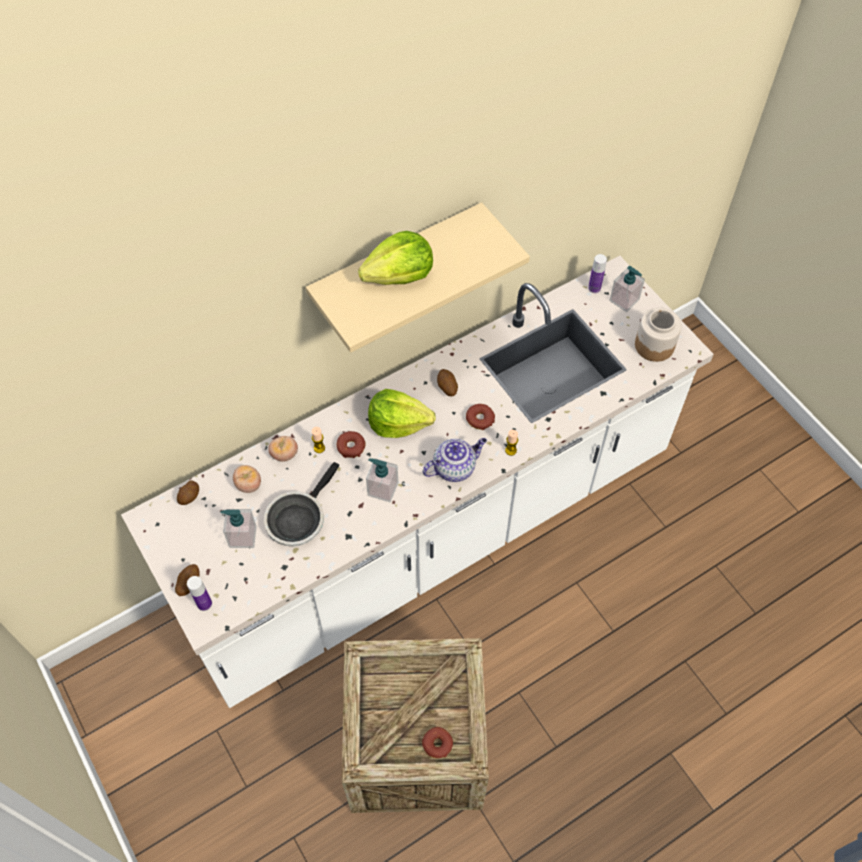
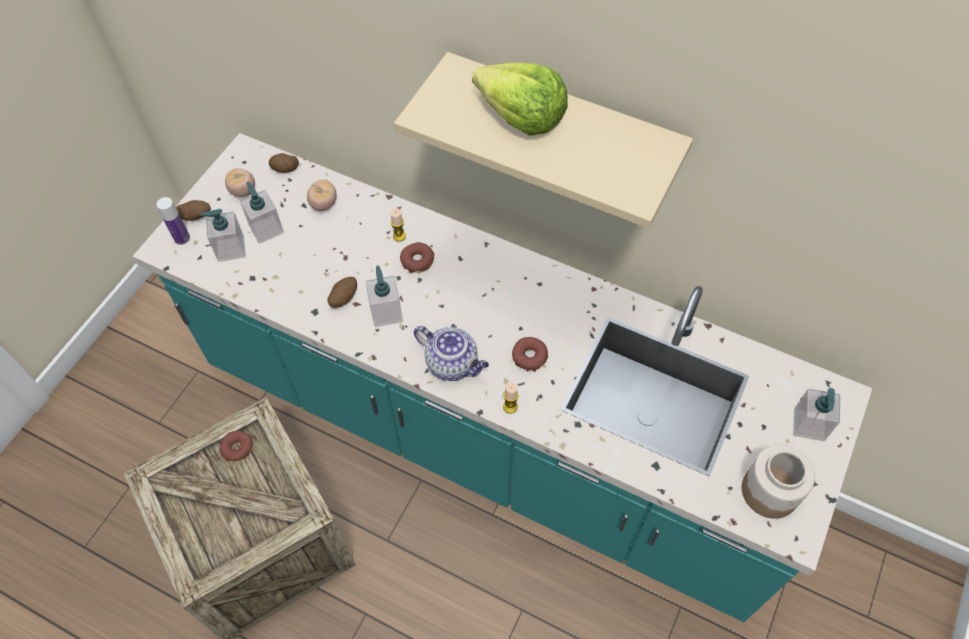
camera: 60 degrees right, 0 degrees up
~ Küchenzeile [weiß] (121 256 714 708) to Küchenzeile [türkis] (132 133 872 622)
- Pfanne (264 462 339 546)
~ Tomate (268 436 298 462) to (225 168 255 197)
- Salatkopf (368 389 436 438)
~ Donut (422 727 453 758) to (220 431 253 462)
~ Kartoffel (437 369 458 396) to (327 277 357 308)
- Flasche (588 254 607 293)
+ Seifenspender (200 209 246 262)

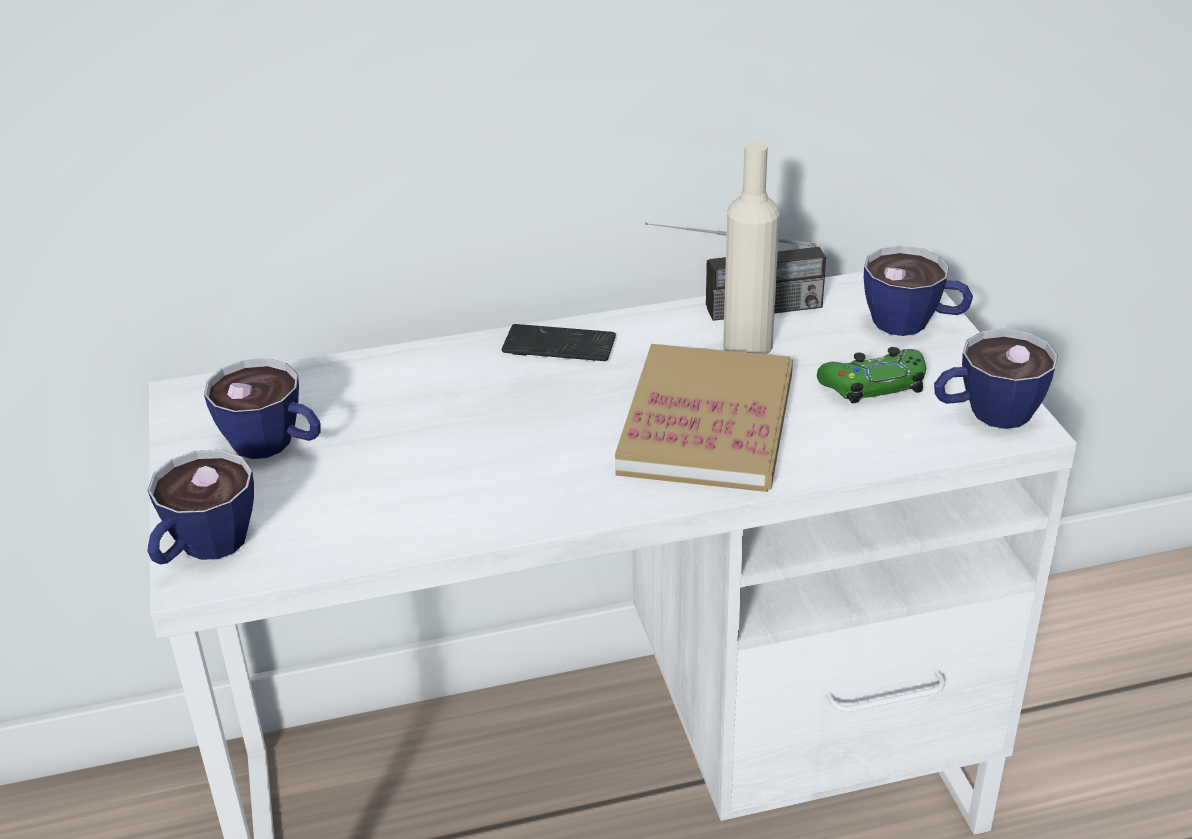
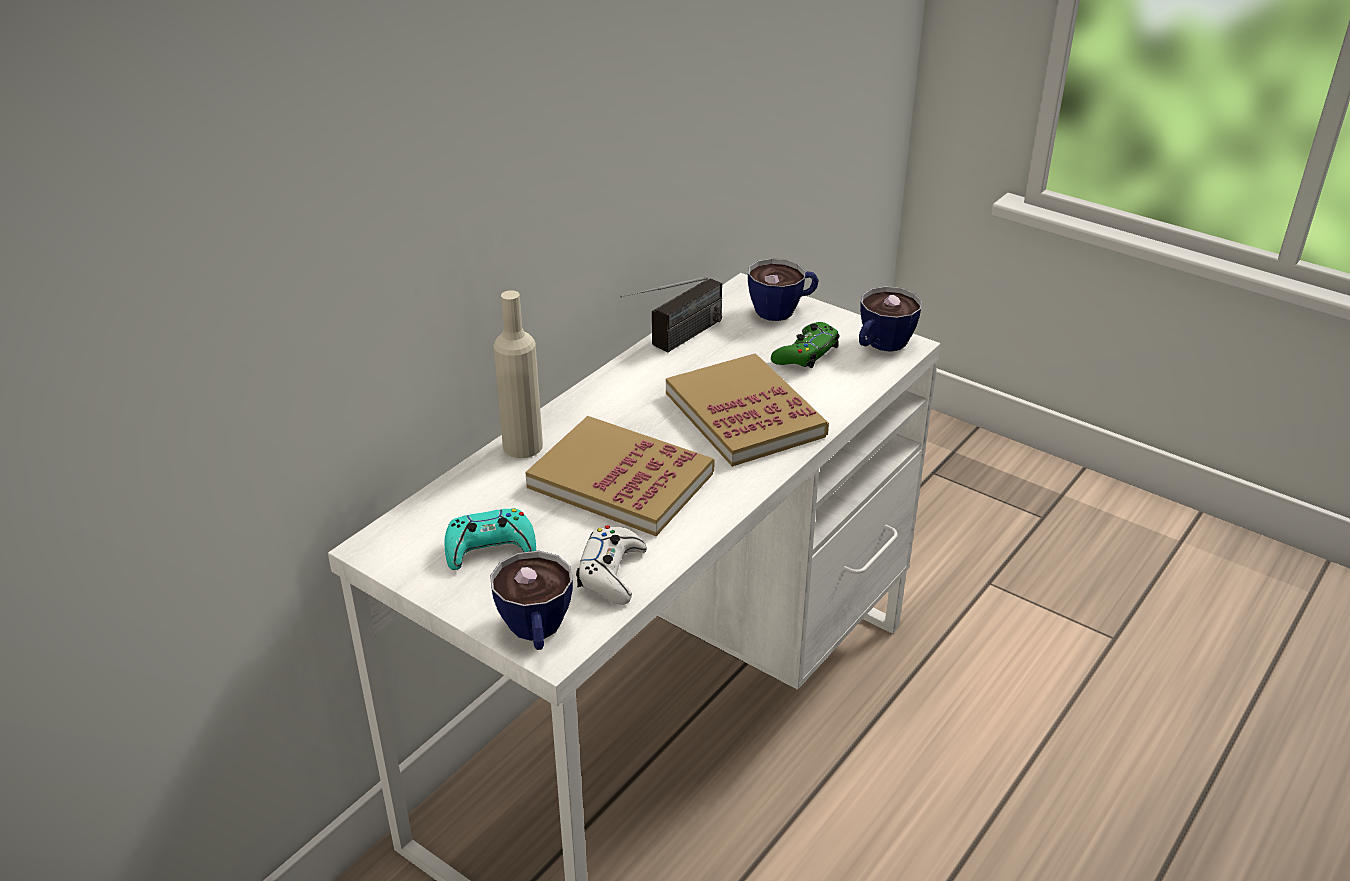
camera: 40 degrees left, 0 degrees up
~ Tasse (204 358 320 459) to Gamepad [türkis] (444 508 536 570)
- Handy (502 324 616 361)
~ Flasche [beige] (723 142 780 354) to (493 290 543 458)
+ Buch (525 416 715 536)
+ Gamepad [weiß] (576 525 647 605)

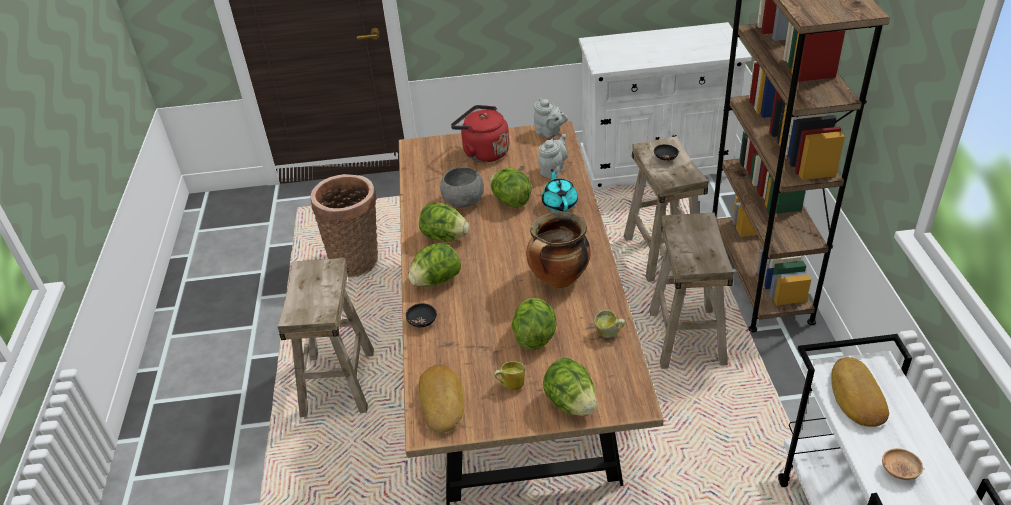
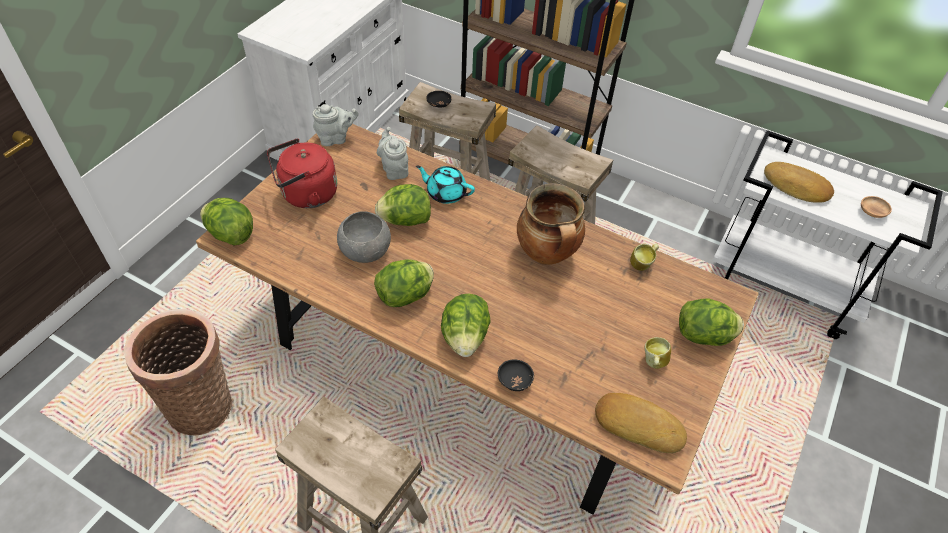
camera: 60 degrees left, 10 degrees up
~ Salatkopf (512 298 556 350) to (200 198 253 245)

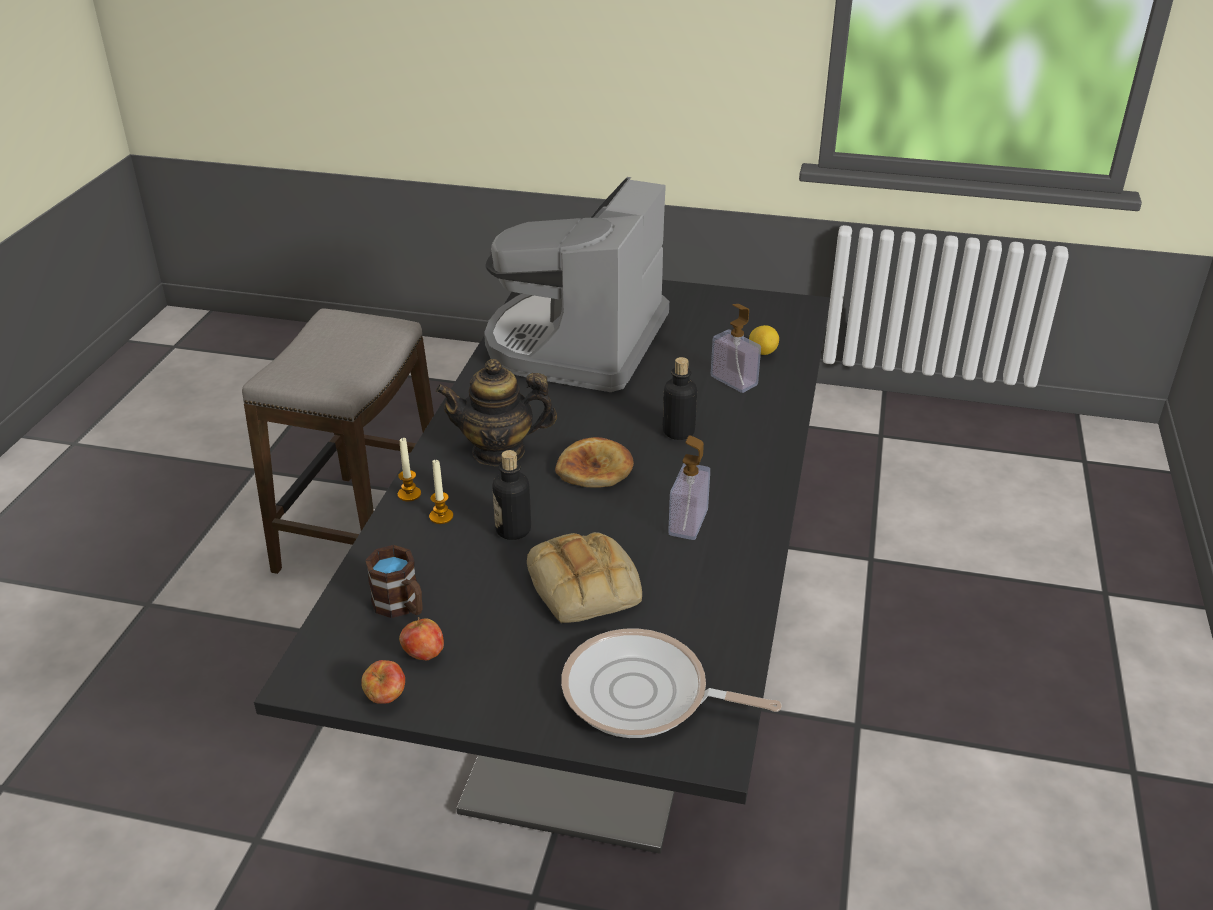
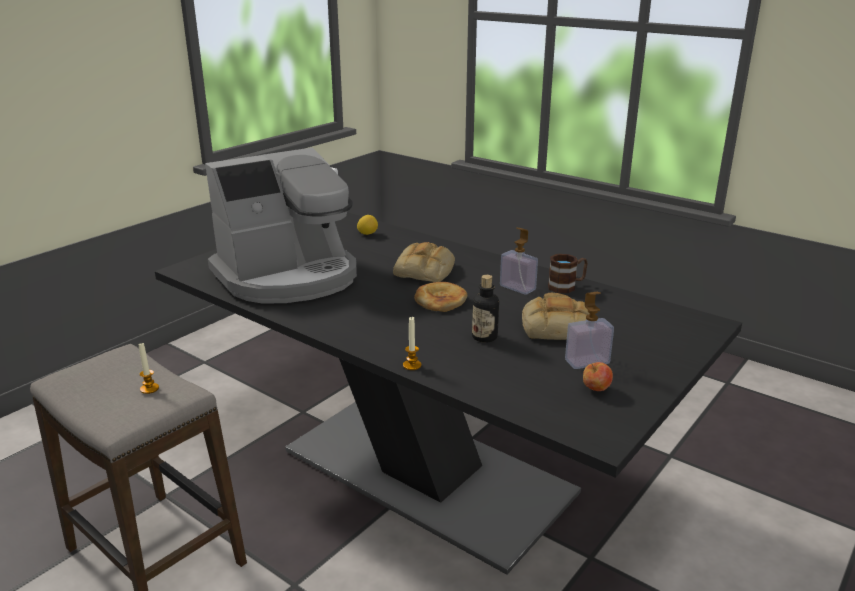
camera: 65 degrees left, 10 degrees down
- Apfel (361 660 405 704)
~ Henkelbecher [braun] (365 545 423 618) to (548 254 588 293)
~ Kerze (429 459 453 524) to (138 343 159 394)
- Teekanne (436 359 557 466)
~ Kaffeemaschine (484 177 669 392) = (205 147 357 304) 75 degrees counterclockwise
- Pfanne (561 629 782 738)
~ Flasche (663 357 697 440) to Brot (393 242 455 282)
~ Seifenspender (711 304 761 393) to (565 292 614 369)

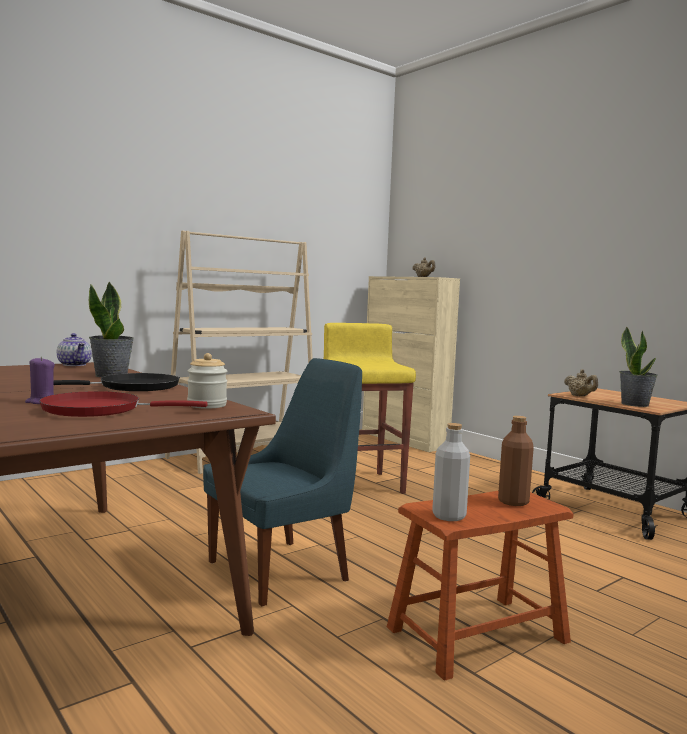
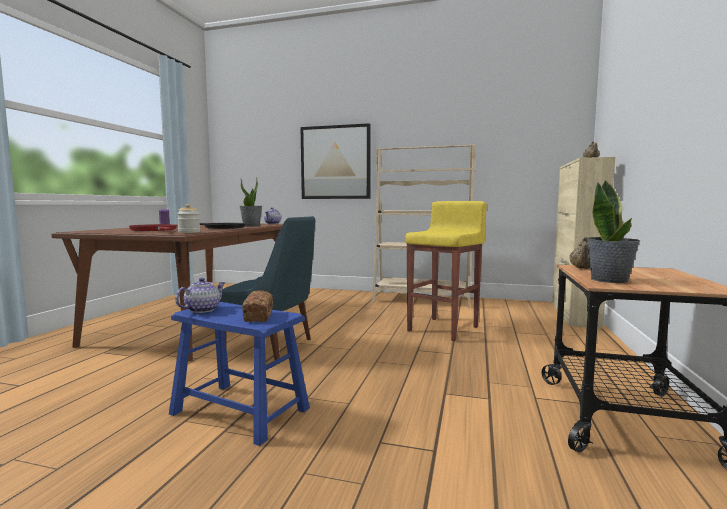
camera: 55 degrees right, 0 degrees up
~ Hocker [braun] (387 491 574 681) to Hocker [blau] (169 302 310 446)
~ Flasche [grau] (432 423 470 521) to Teekanne (175 278 226 313)
~ Flasche [braun] (498 416 534 506) to Brot (242 290 273 322)
+ Bild (301 123 371 199)

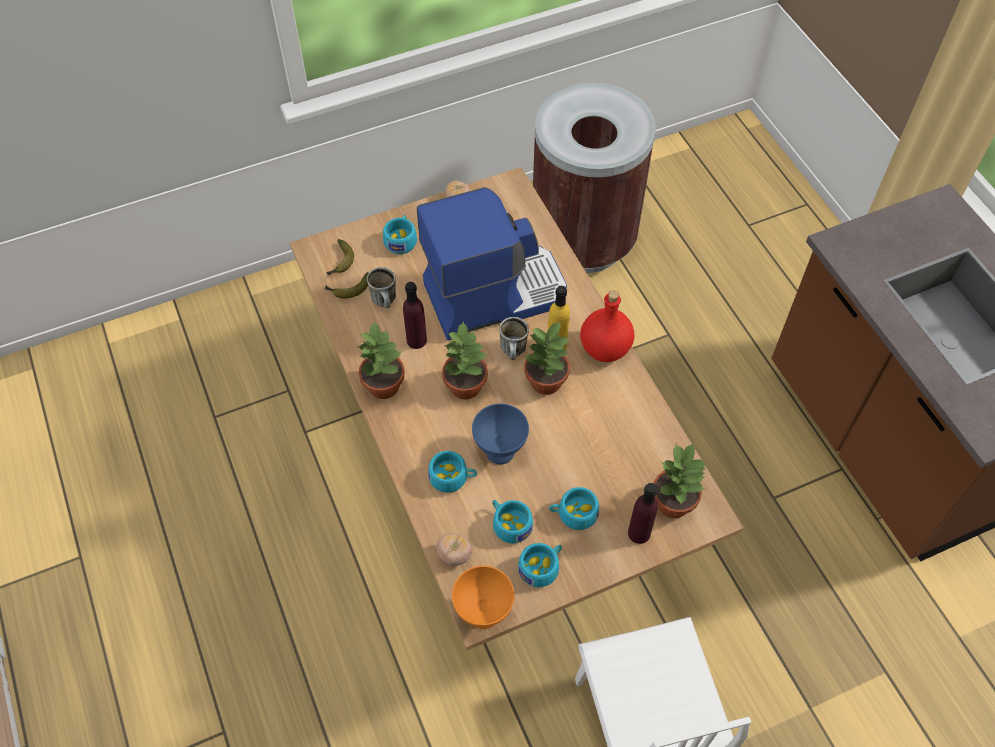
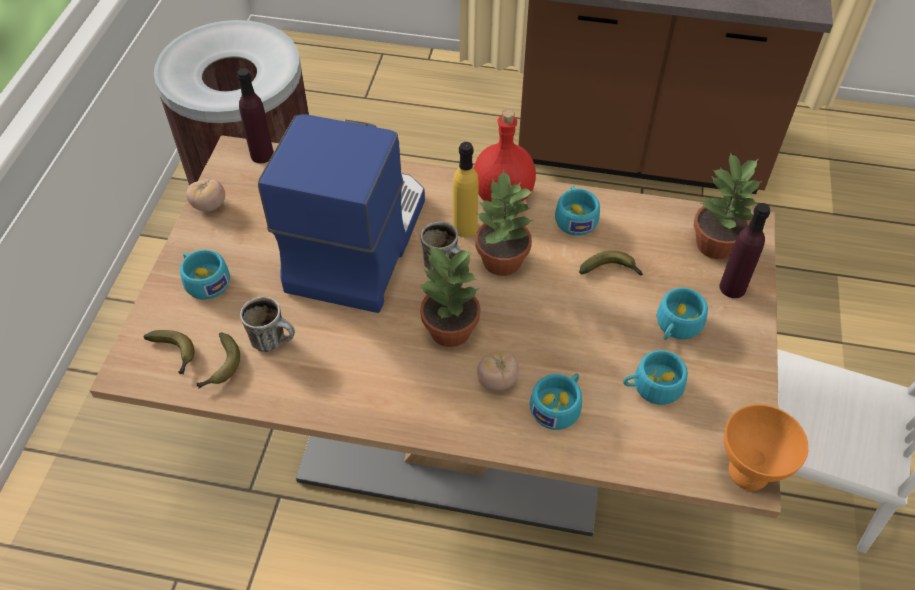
camera: 55 degrees left, 5 degrees down
- Topfpflanze (358 320 405 399)
~ Flasche [lila] (403 282 427 349) to (237 68 274 163)
~ Tomate (437 533 473 566) to (477 351 519 391)
- Schüssel [blau] (472 403 529 464)
~ Tasse [türkis] (518 543 562 587) to (555 186 600 236)
+ Banane (579 251 643 275)

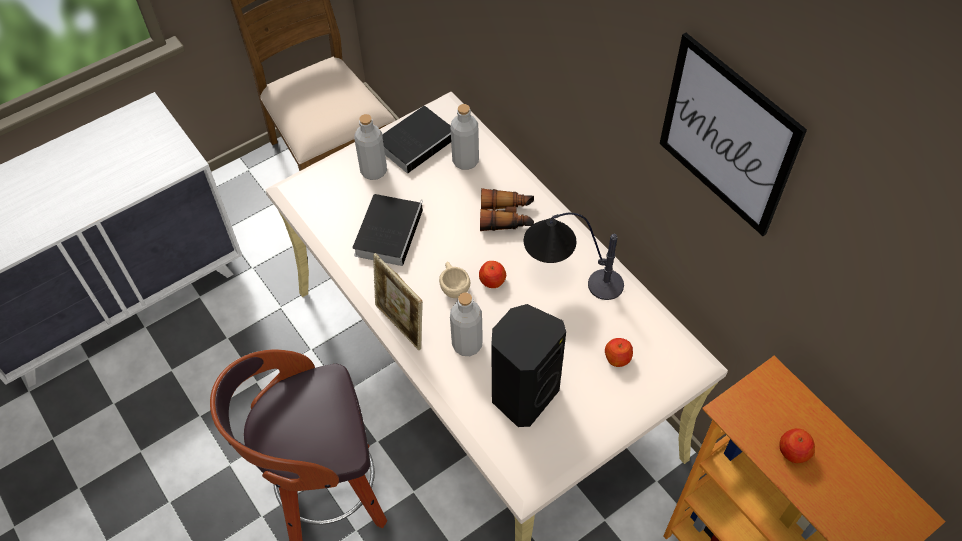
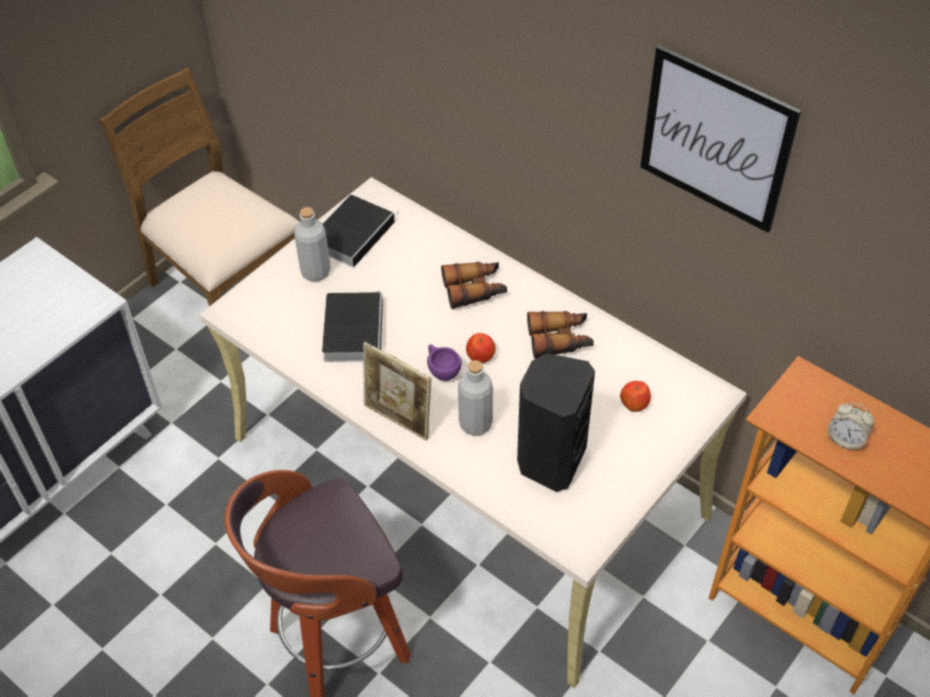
camera: 15 degrees left, 5 degrees down
~ Tasse [beige] (439 262 471 298) to Tasse [lila] (427 344 462 381)
- Flasche [grau] (451 104 479 170)
~ Tischlampe (524 212 624 300) to Fernglas (527 311 594 359)
~ Apfel (779 428 815 463) to Wecker (827 402 874 451)

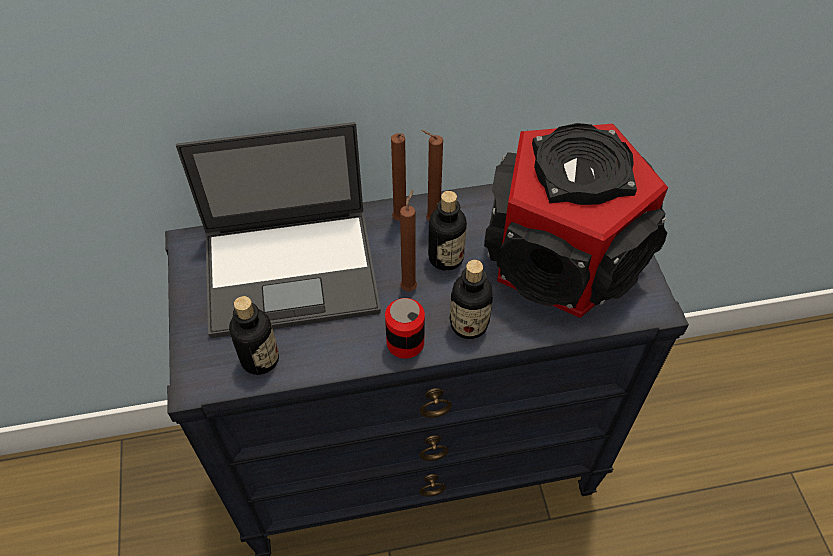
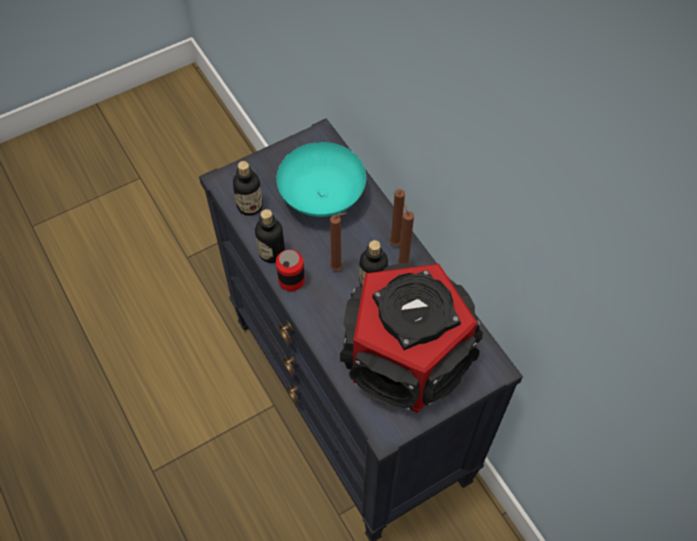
camera: 70 degrees right, 5 degrees up
~ Laptop (176 122 381 338) to Schüssel [türkis] (276 142 366 217)
~ Flasche (450 260 493 339) to (255 209 285 263)

